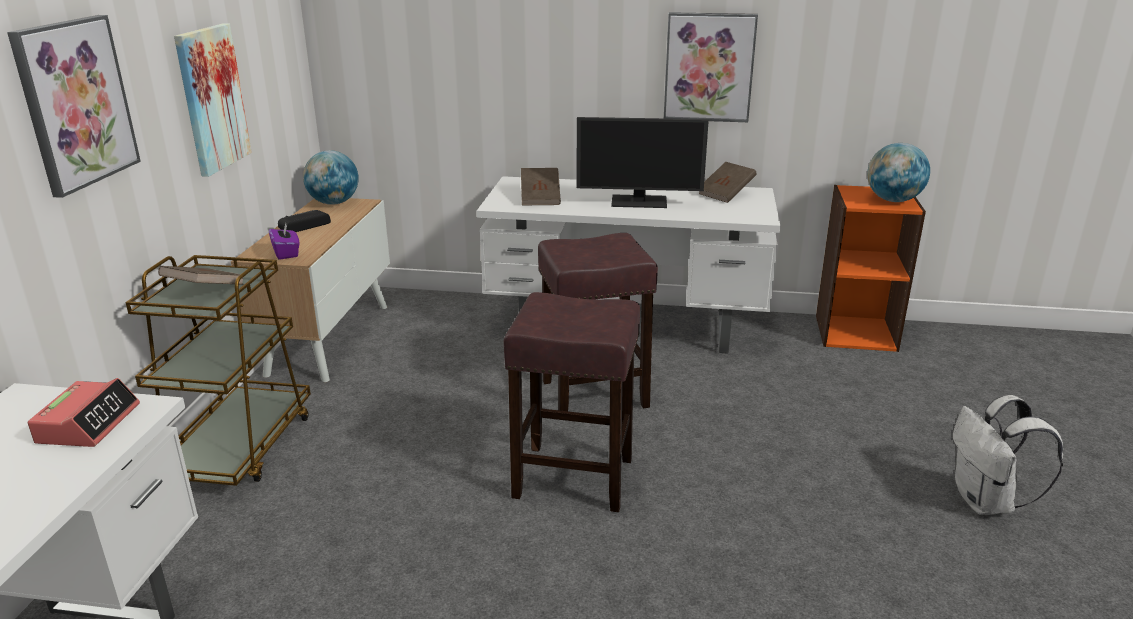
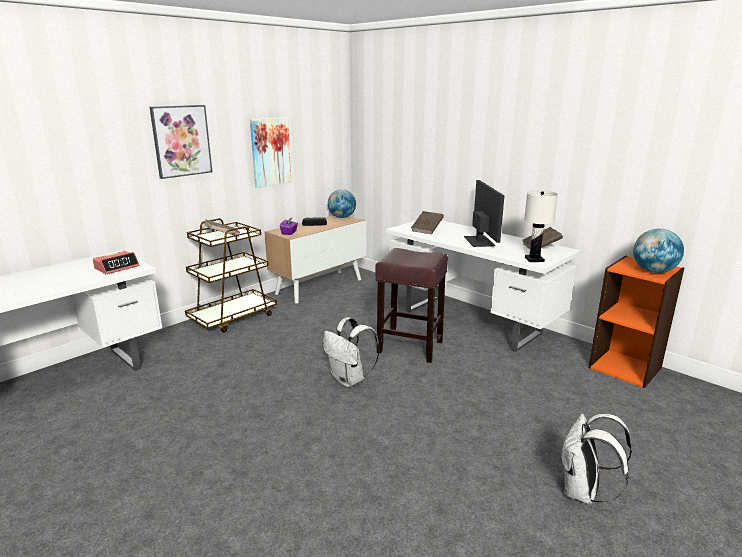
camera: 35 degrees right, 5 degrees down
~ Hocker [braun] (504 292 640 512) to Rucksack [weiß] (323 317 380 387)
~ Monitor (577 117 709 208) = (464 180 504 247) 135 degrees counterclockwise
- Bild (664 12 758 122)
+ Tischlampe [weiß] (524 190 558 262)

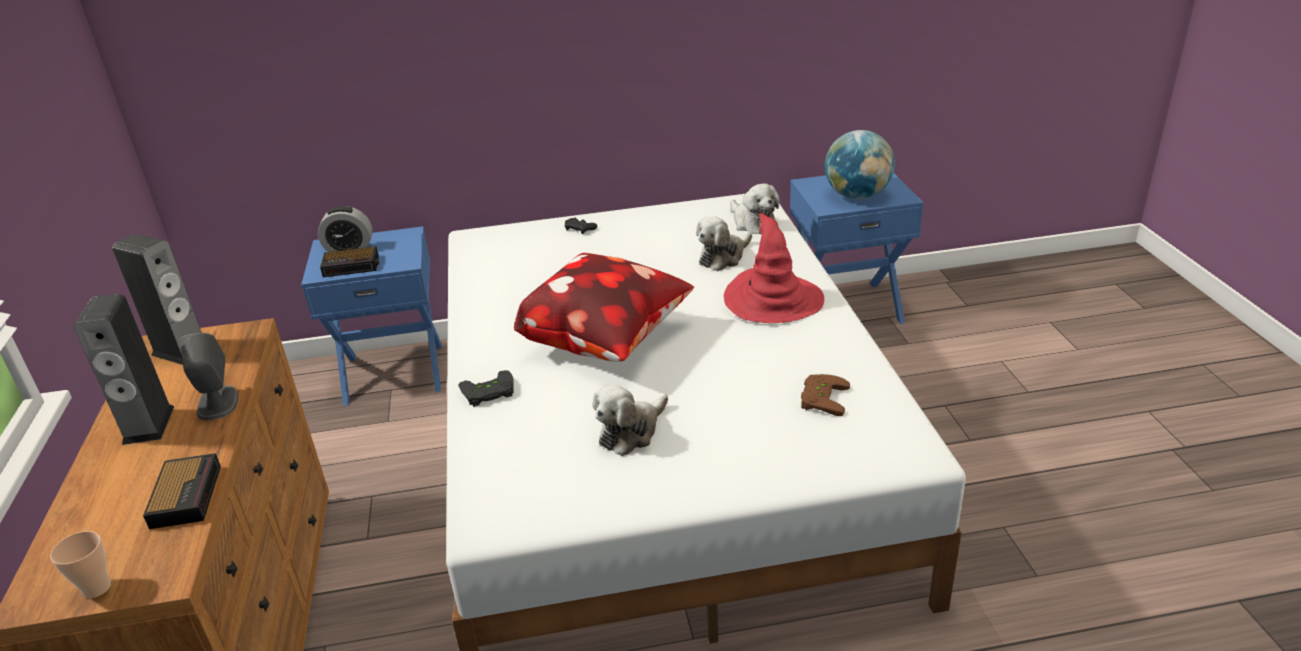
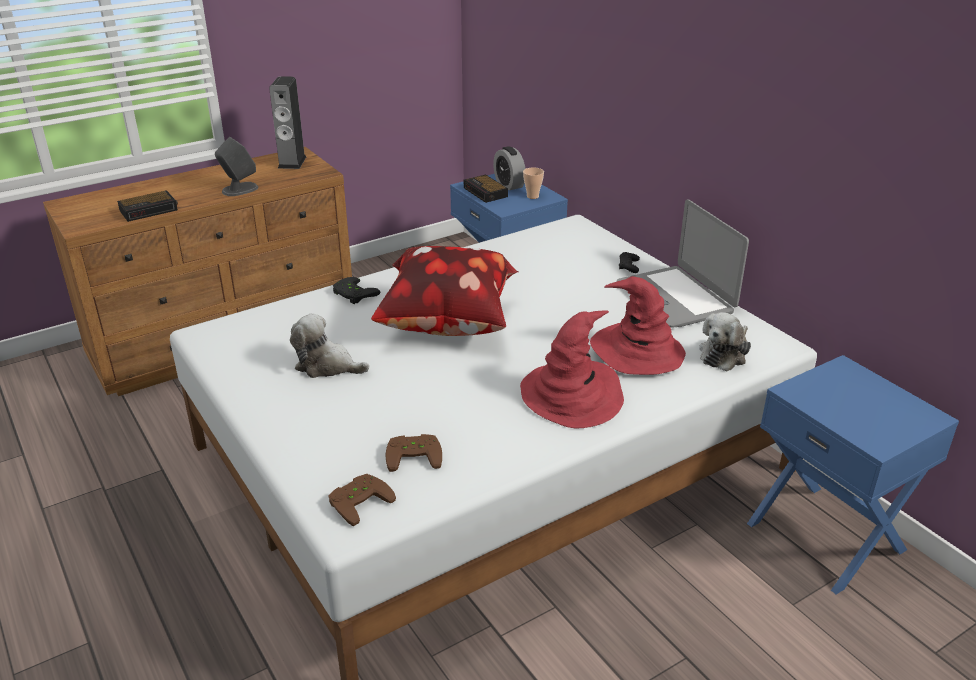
camera: 65 degrees right, 0 degrees up
~ Tasse (50 531 111 598) to (523 167 544 199)
- Lautsprecher (74 294 174 445)
~ Plüschtier (696 216 752 271) to Hut [rot] (590 276 686 375)
- Globus (825 130 895 199)
+ Gamepad [braun] (328 474 396 526)
+ Laptop (617 200 749 327)

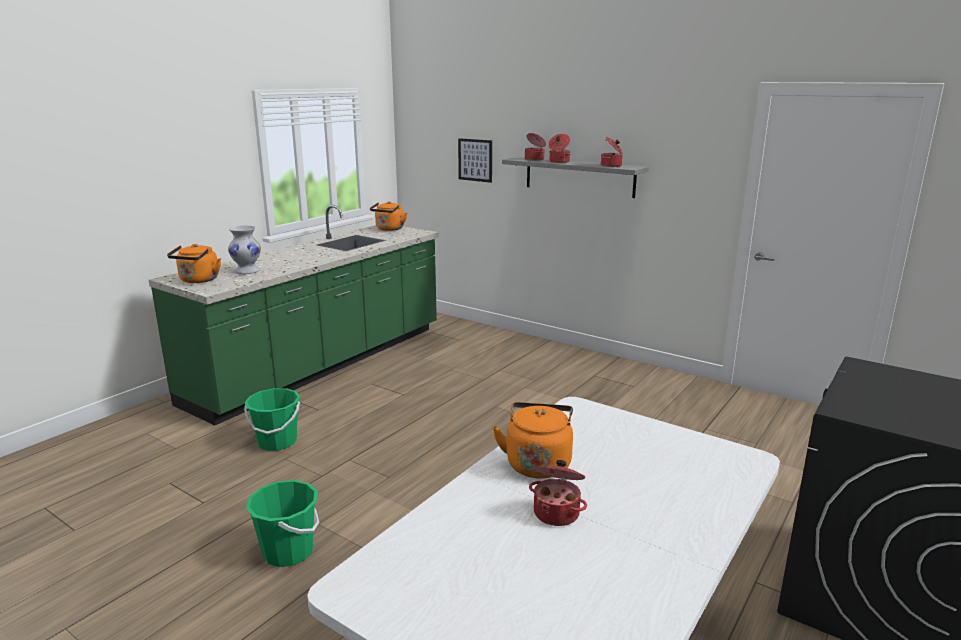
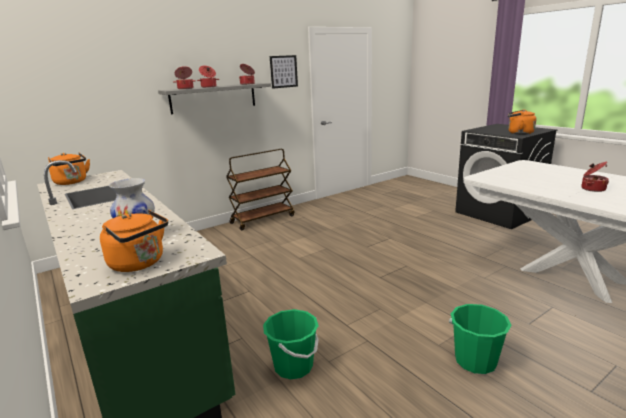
camera: 70 degrees left, 0 degrees up
~ Bild (458 138 492 183) to (270 55 298 89)
~ Wasserkessel [orange] (492 402 573 479) to (508 109 536 135)
+ Rollwagen [braun] (226 149 295 230)

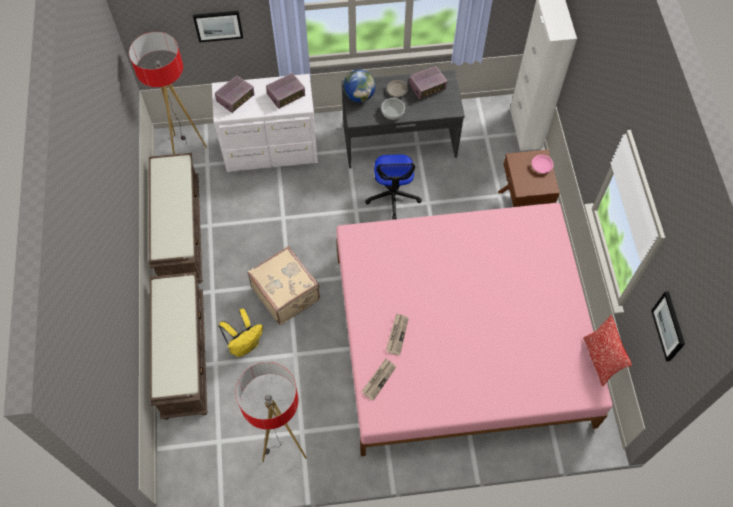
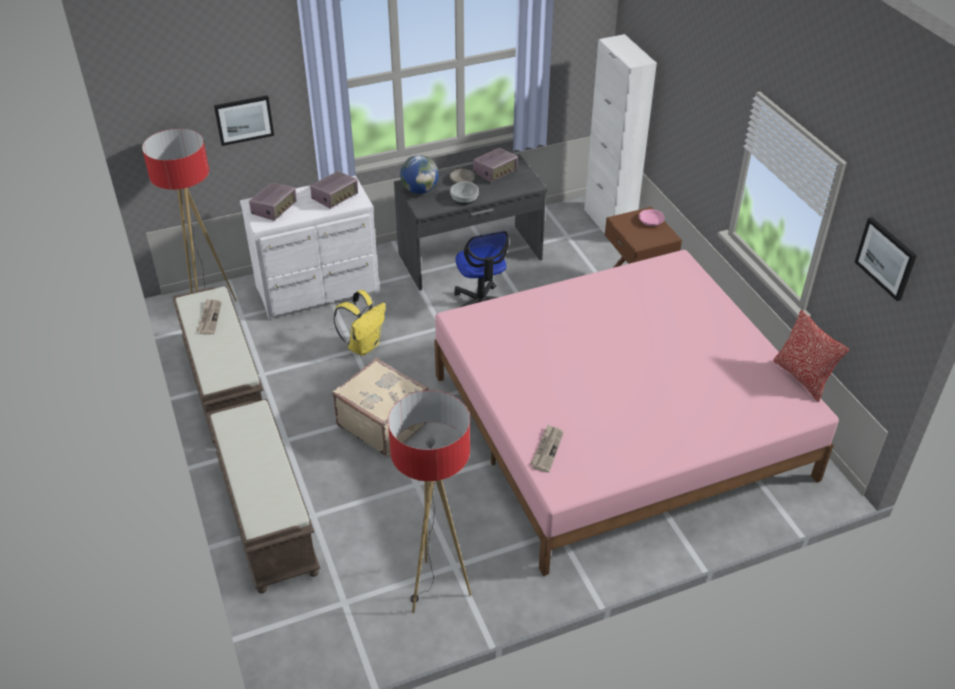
camera: 15 degrees left, 20 degrees down
~ Rucksack [gelb] (218 309 263 357) to (333 290 386 356)
~ Zeitung (386 313 409 355) to (197 299 222 334)

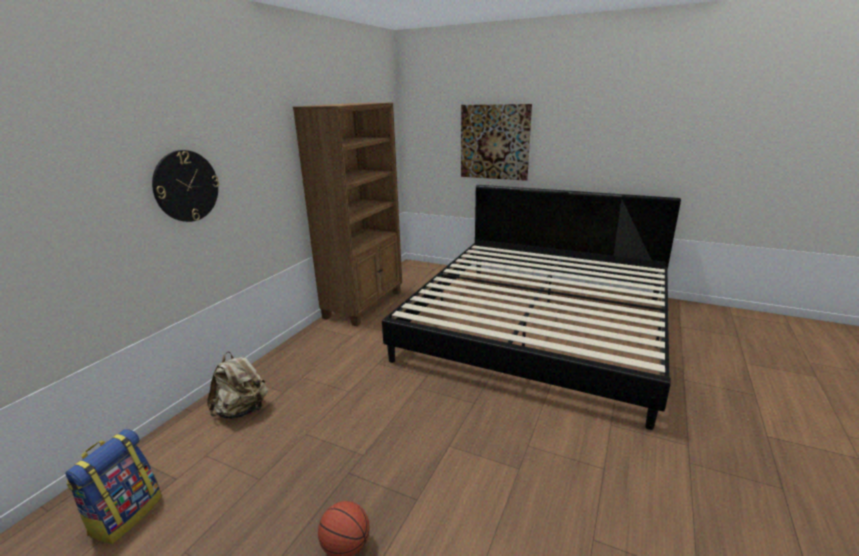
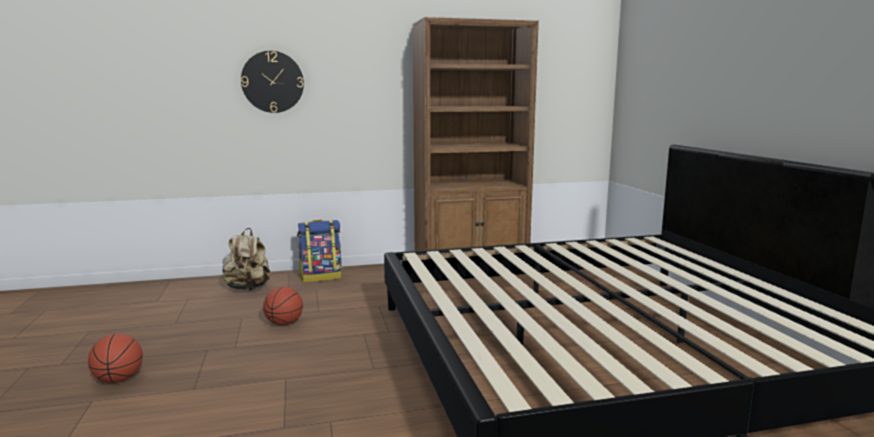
camera: 50 degrees right, 10 degrees down
~ Rucksack (66 429 162 544) to (297 220 342 283)
- Bild (461 104 532 181)
+ Basketball (263 287 303 326)

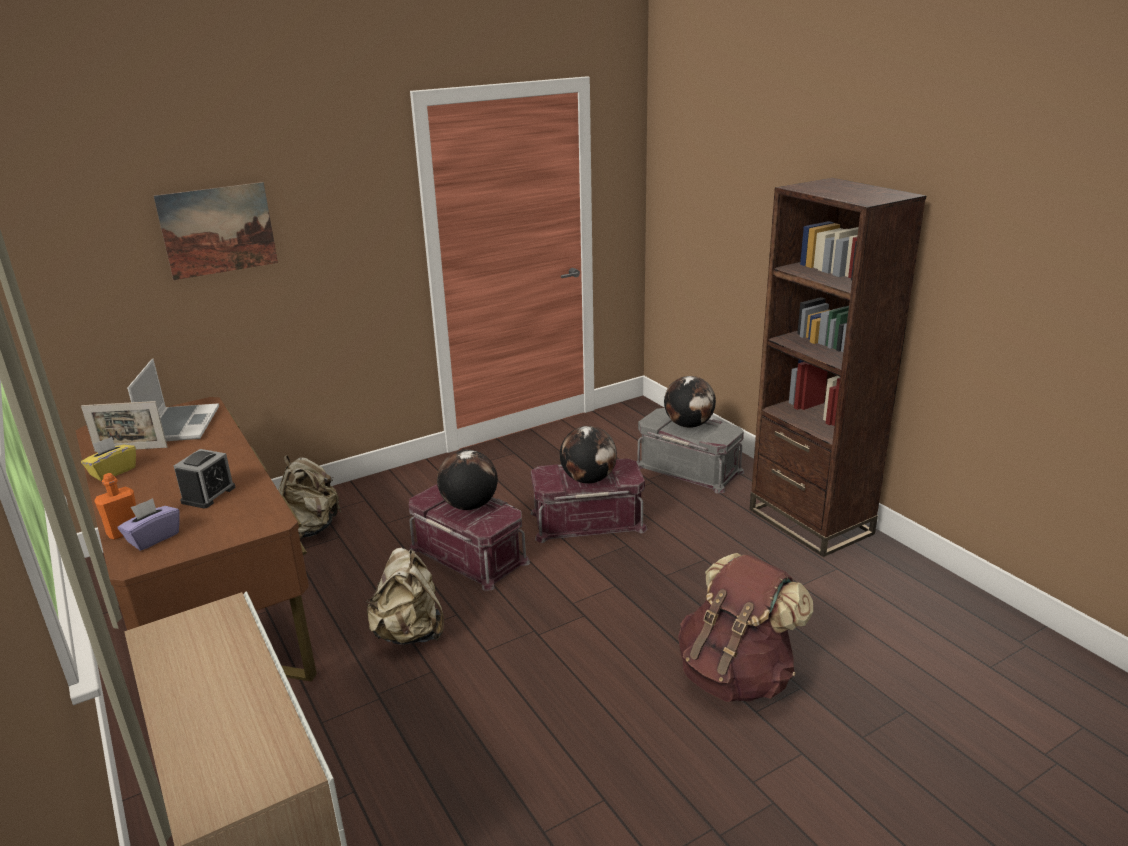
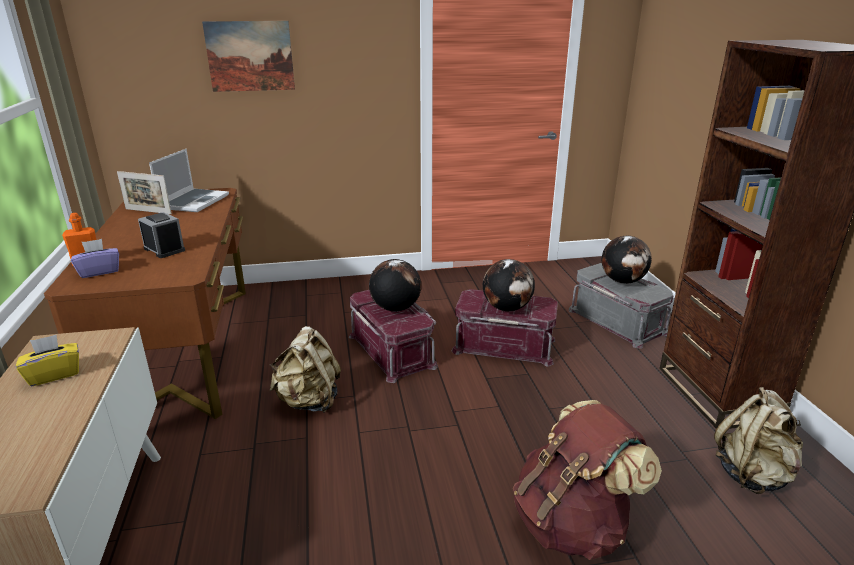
camera: 20 degrees right, 0 degrees up
~ Taschentuchbox [gelb] (81 437 136 482) to (16 335 79 386)
~ Wecker (174 449 235 508) = (138 212 185 258) 90 degrees counterclockwise
~ Rucksack [beige] (278 455 341 538) to (714 387 803 494)

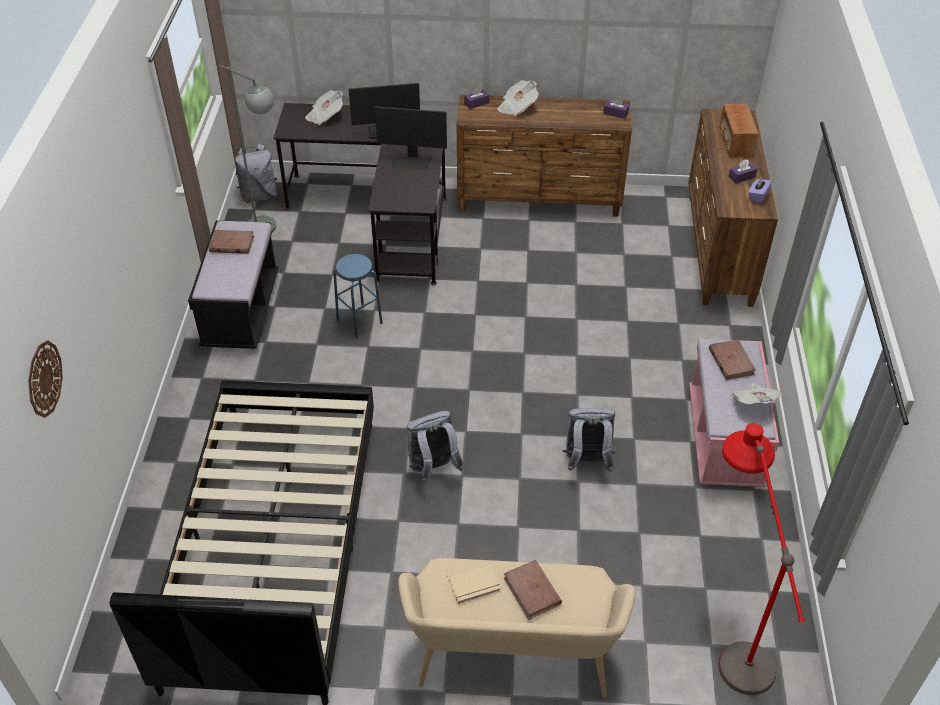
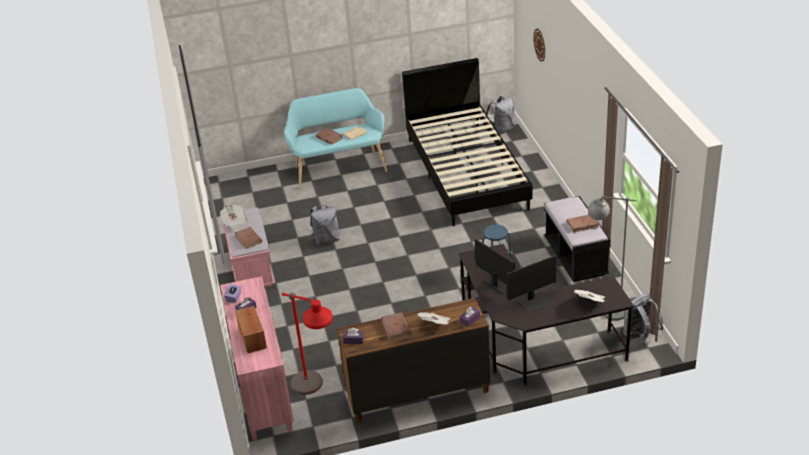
camera: 165 degrees right, 10 degrees down
~ Monitor (374 106 447 170) = (475 239 515 294) 60 degrees clockwise
~ Bank [beige] (398 558 636 698) to Bank [türkis] (284 88 388 189)
~ Rucksack [grau] (407 411 464 483) to (486 96 515 134)
~ Kommode [braun] (688 109 778 307) to Kommode [rosa] (220 276 294 440)
~ Stehlampe [rot] (718 423 805 695) to (282 292 333 395)
+ Buch [braun] (381 312 411 340)

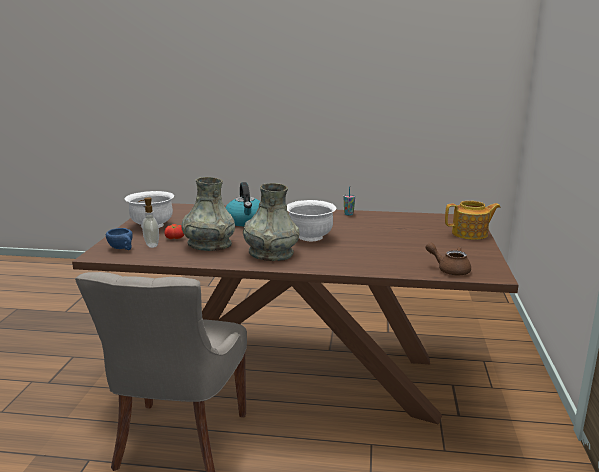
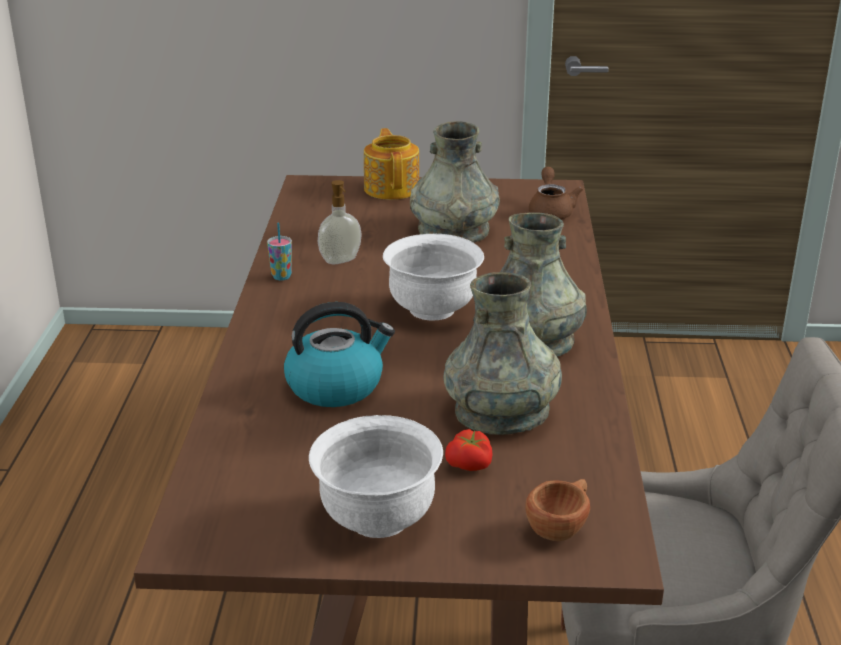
camera: 95 degrees left, 10 degrees up
~ Tasse [blau] (106 228 133 250) to Tasse [braun] (526 479 590 541)
~ Seifenspender (138 197 159 248) to (318 180 362 264)
~ Teekanne [braun] (426 242 471 275) = (529 167 583 219) 150 degrees clockwise
+ Vase [grau] (410 121 500 243)

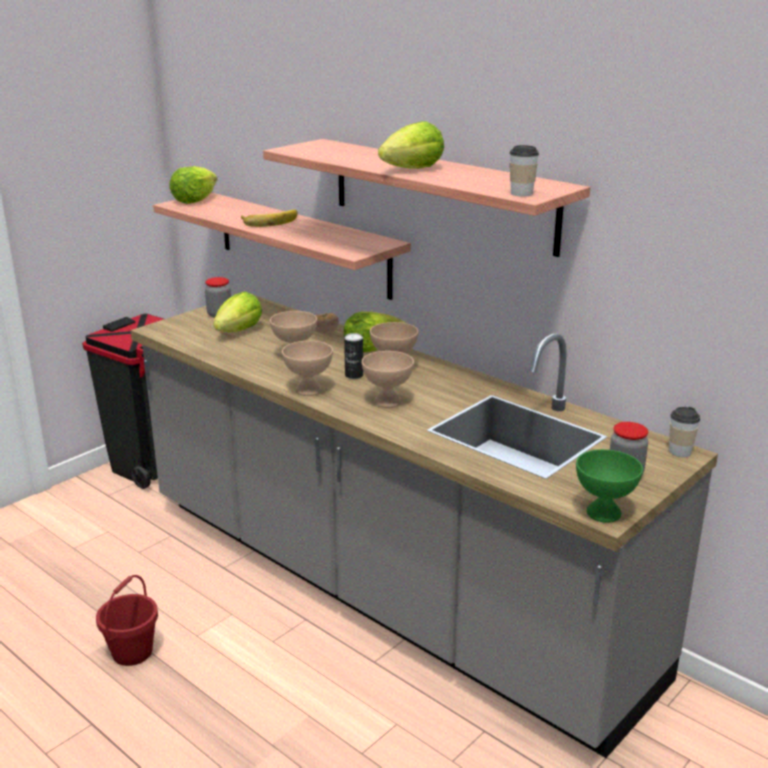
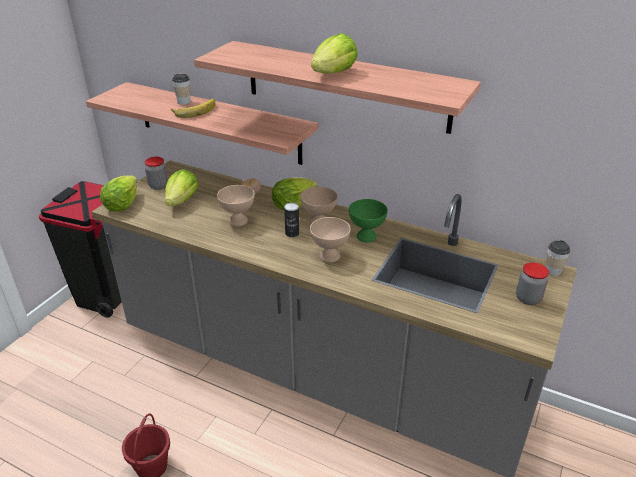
camera: 15 degrees left, 10 degrees up
~ Salatkopf (169 166 217 204) to (100 175 138 212)
- Schüssel [beige] (282 341 333 396)
~ Tasse (510 145 539 197) to (172 74 191 105)
~ Schüssel [grün] (576 449 643 523) to (349 199 388 242)

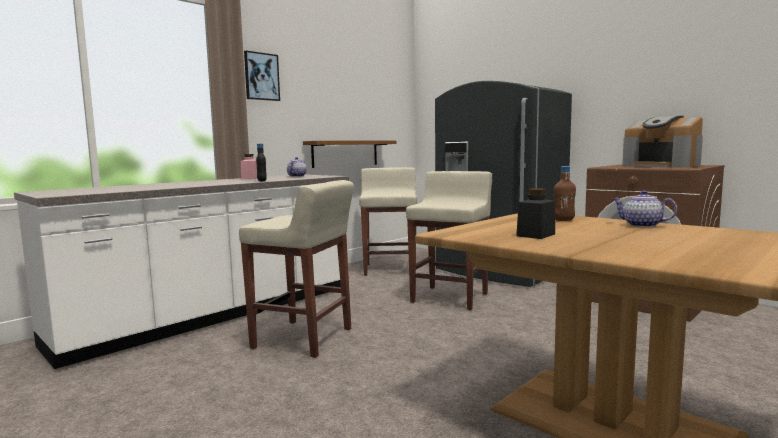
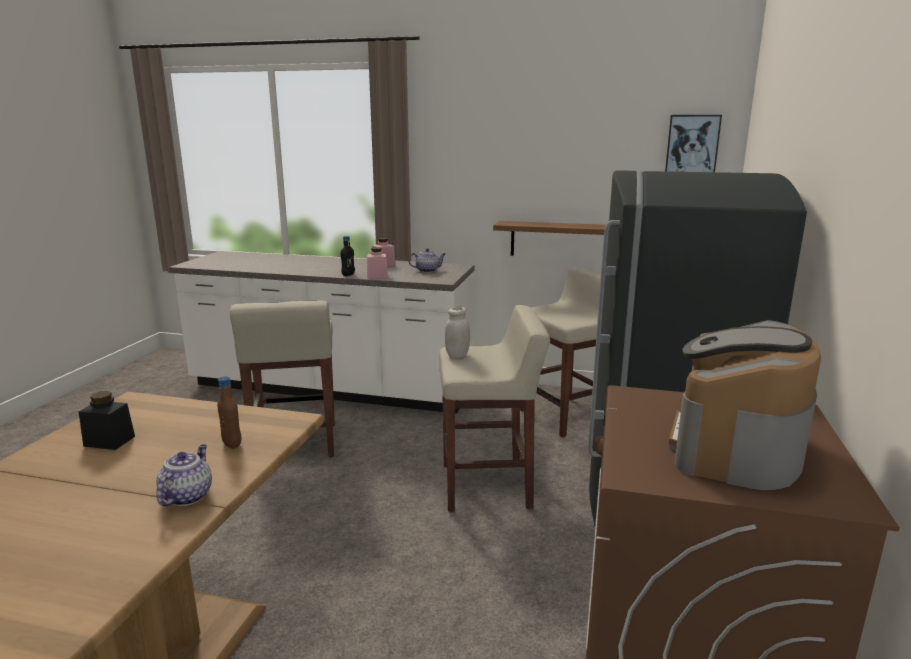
camera: 60 degrees right, 10 degrees up
~ Bild (244 51 280 101) to (665 115 722 172)
+ Vorratsglas [rosa] (367 247 388 278)
+ Vorratsglas [weiß] (445 307 470 358)

